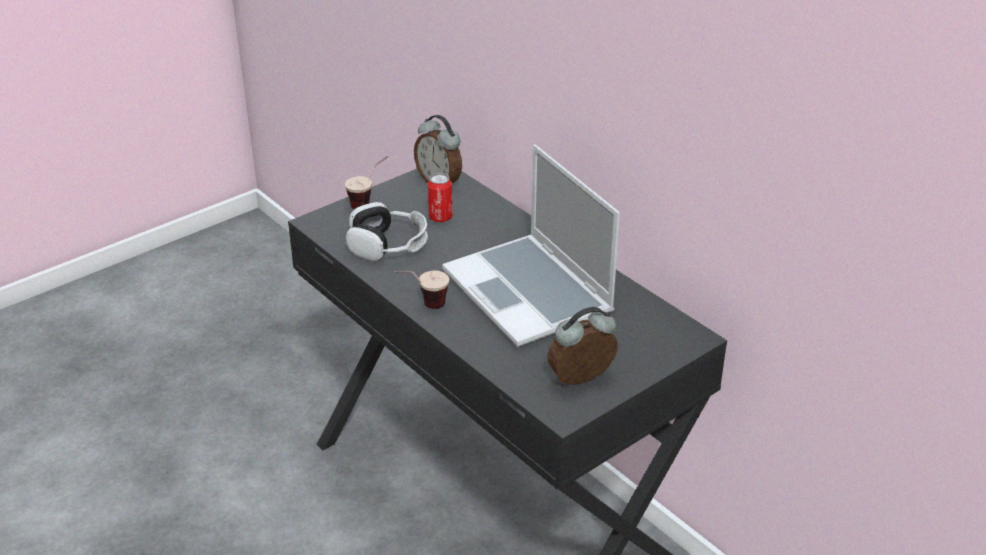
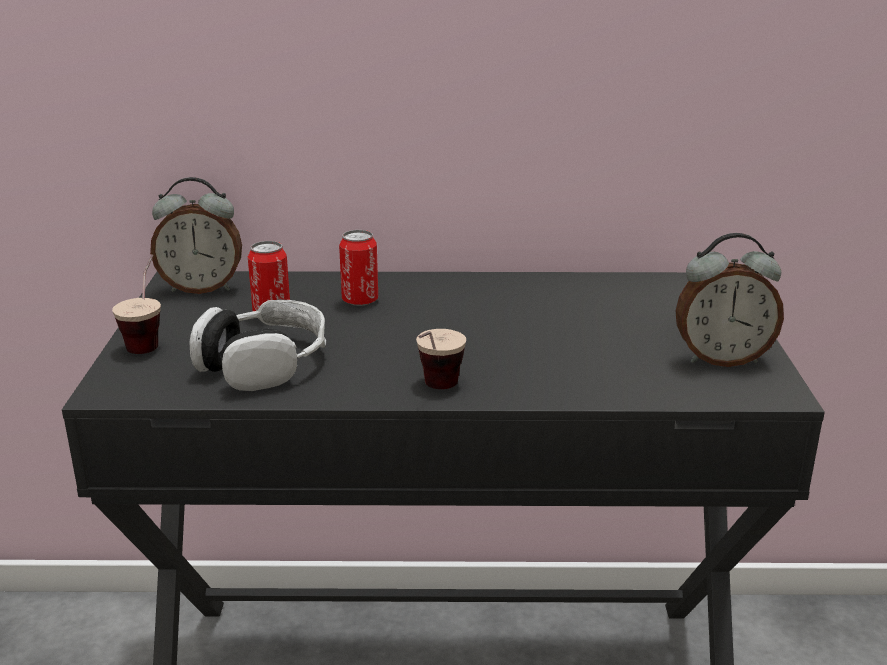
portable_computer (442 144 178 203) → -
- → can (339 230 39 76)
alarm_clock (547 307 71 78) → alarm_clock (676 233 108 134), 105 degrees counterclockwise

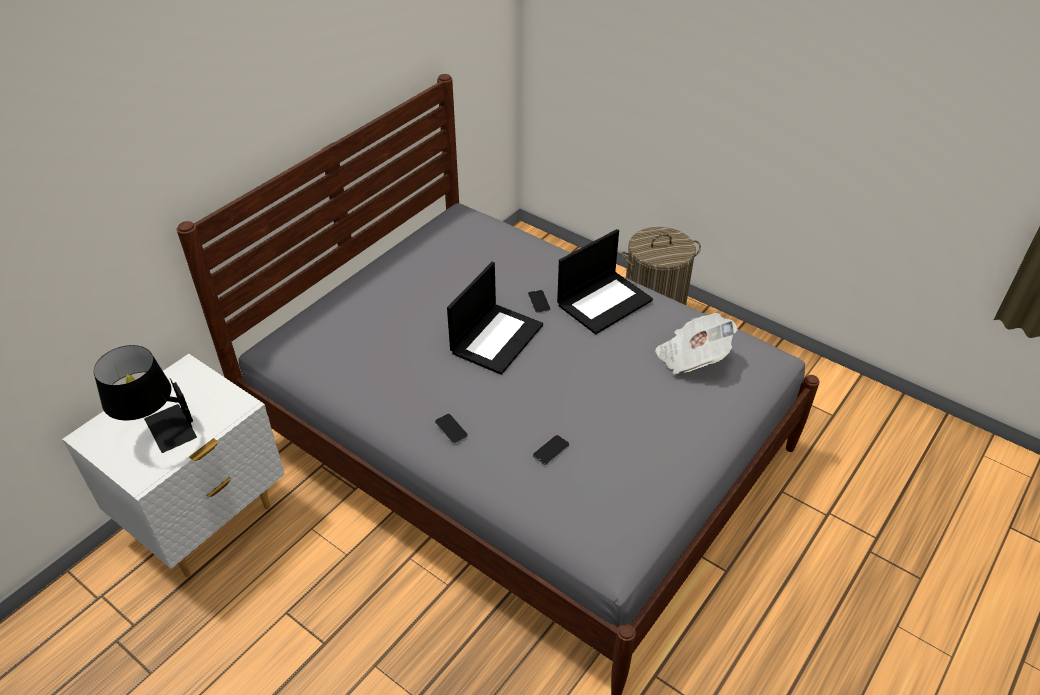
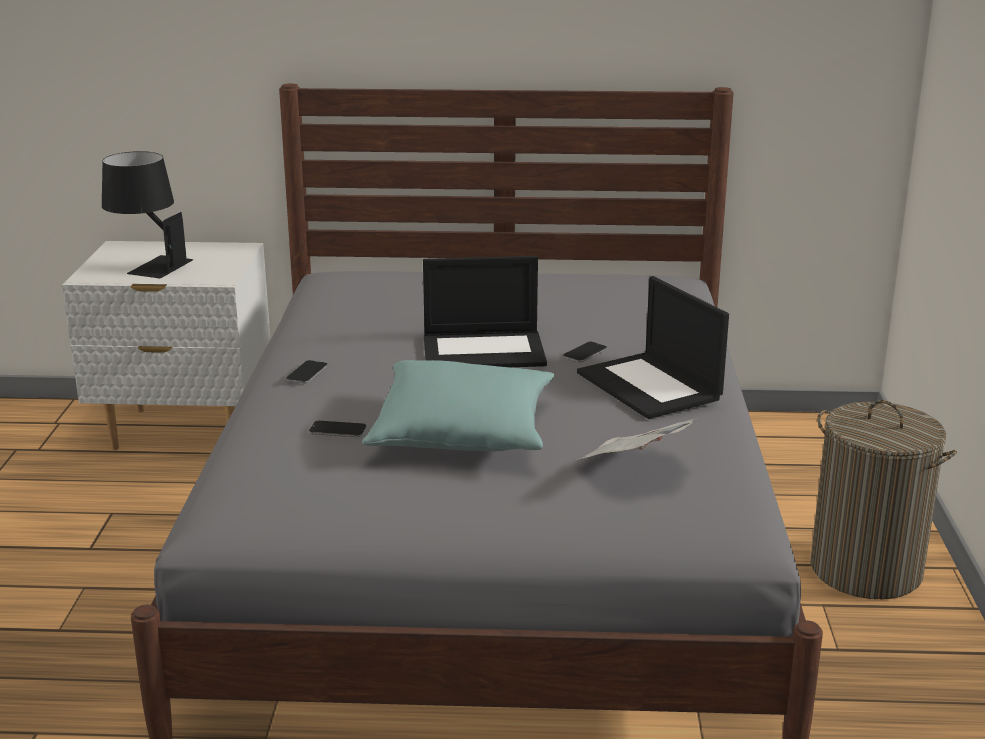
- → turquoise-coloured_cushion (362 360 192 91)
portable_computer (557 229 96 105) → portable_computer (577 276 152 143), 45 degrees clockwise

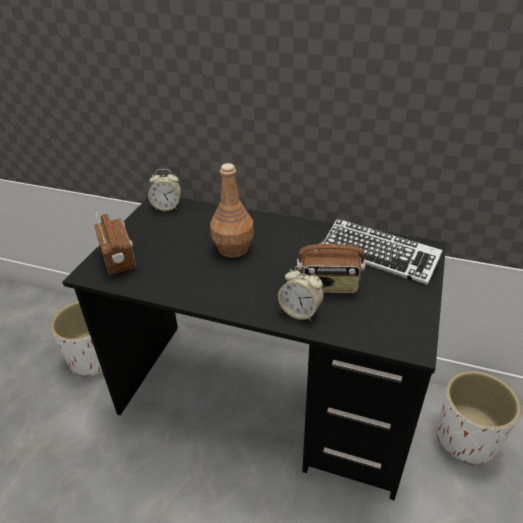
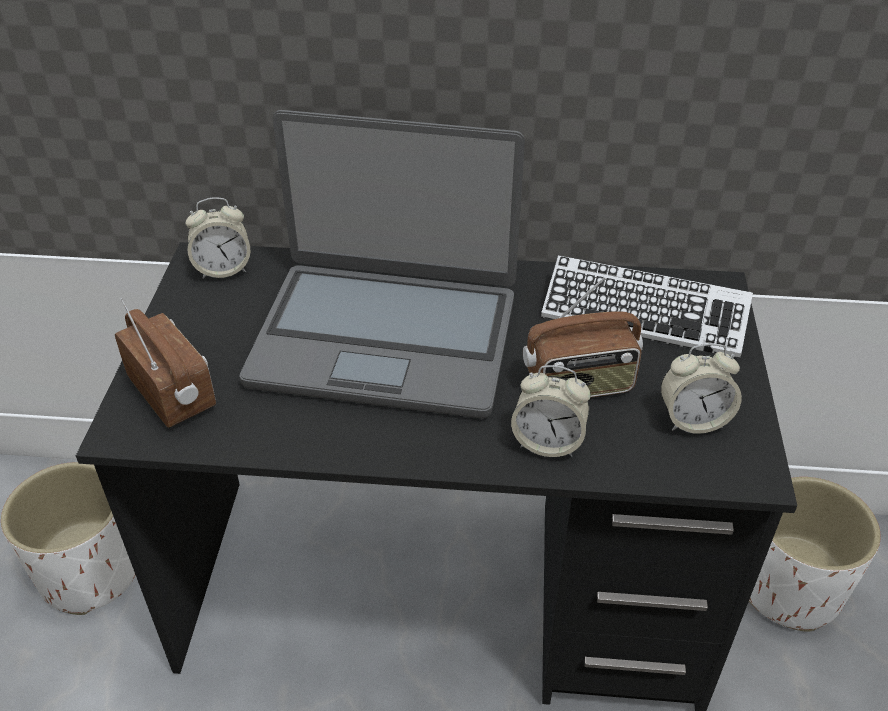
- → alarm_clock (660 343 82 91)
brown_drink_bottle (210 163 44 95) → portable_computer (240 110 285 309)

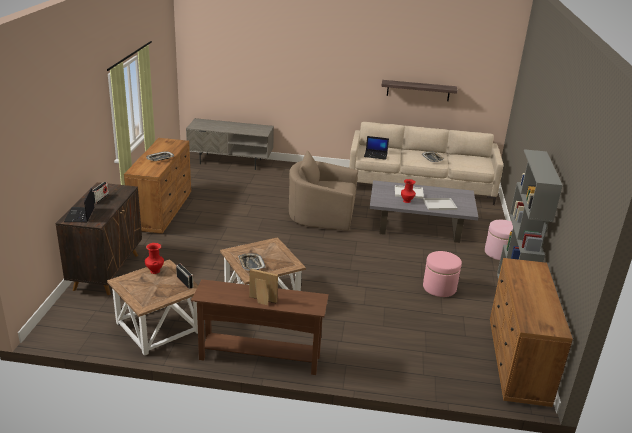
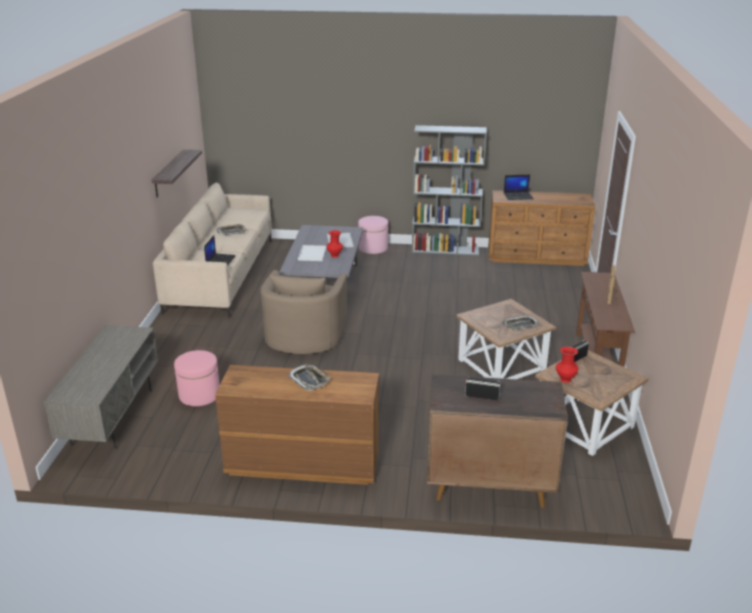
portable_computer (64 188 30 34) → portable_computer (504 175 30 25), moved
pink_pouffe (423 251 39 46) → pink_pouffe (174 350 46 56), moved

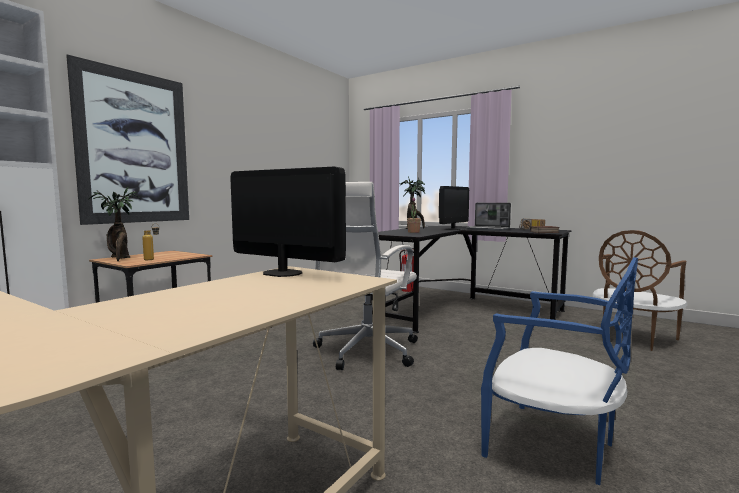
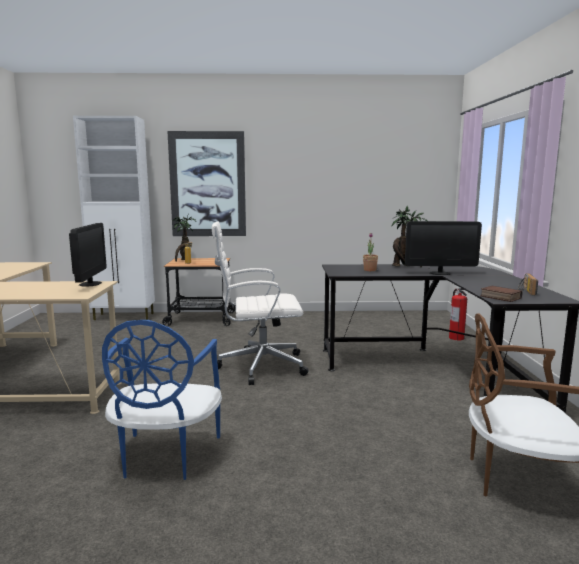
portable_computer (466 203 45 27) → -

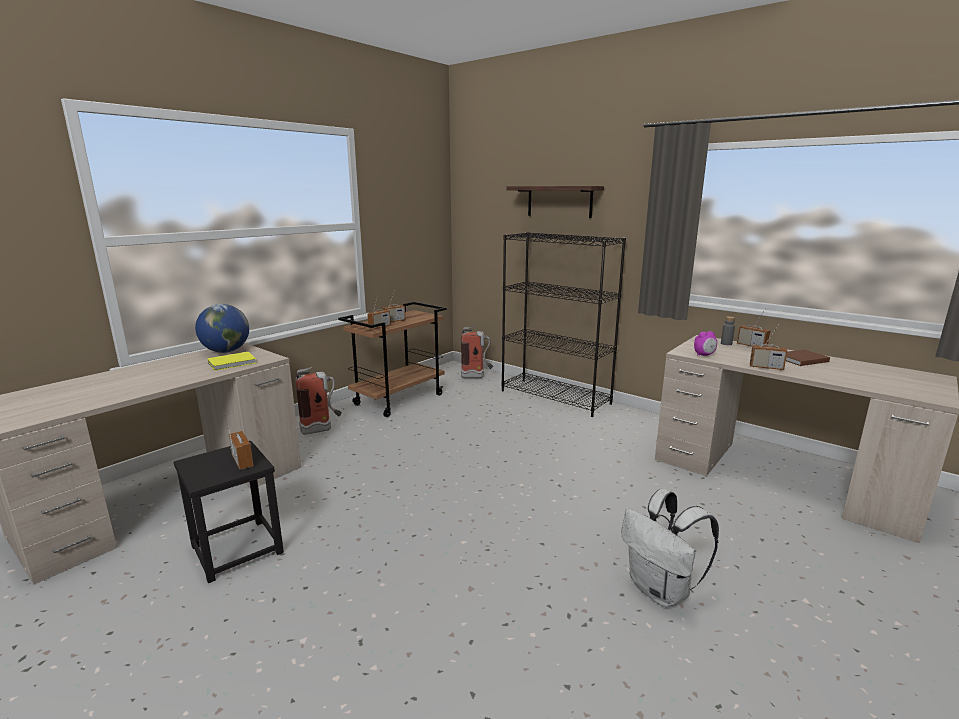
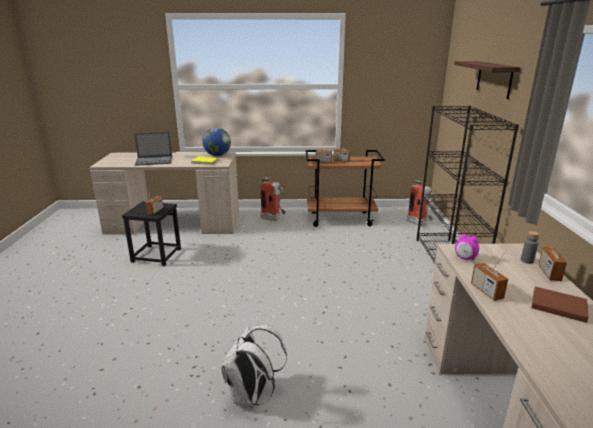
- → portable_computer (134 132 38 34)

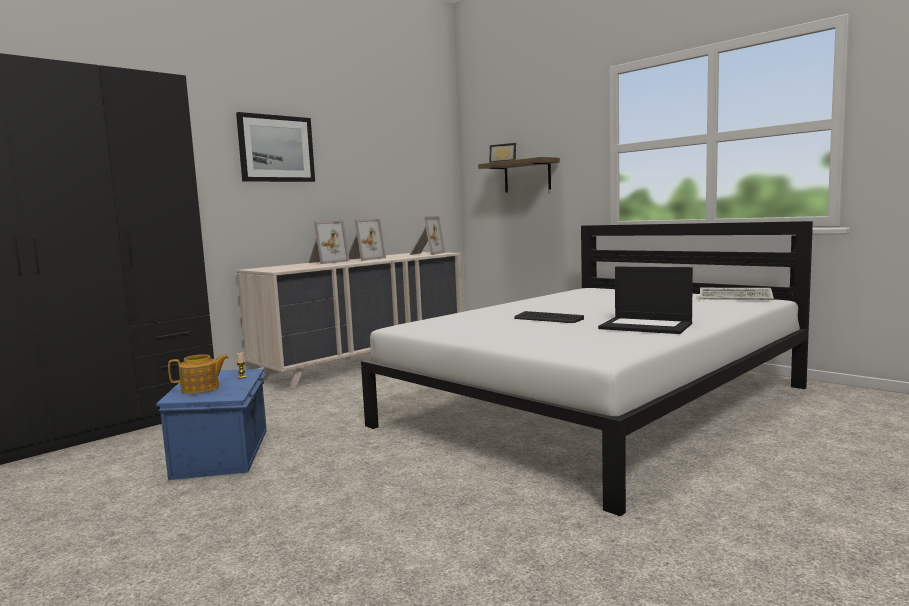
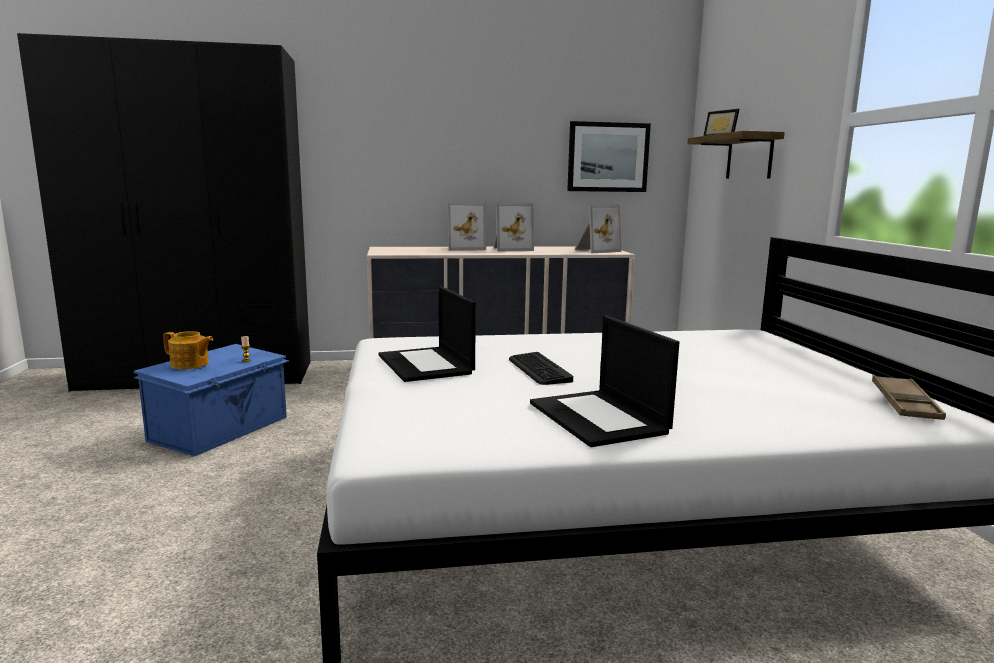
- → portable_computer (378 286 98 96)
wall_art (236 112 79 70) → wall_art (567 121 84 71), moved
computer_keyboard (700 288 74 12) → brown_tray (872 375 74 45)

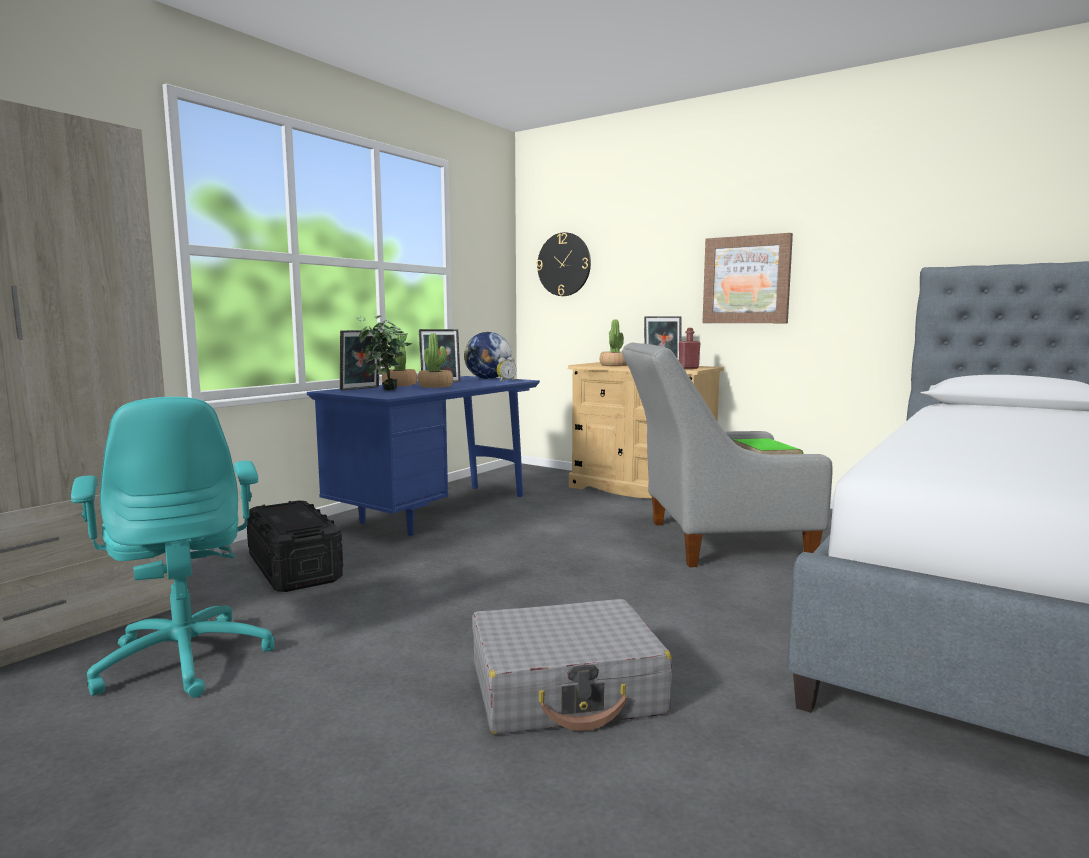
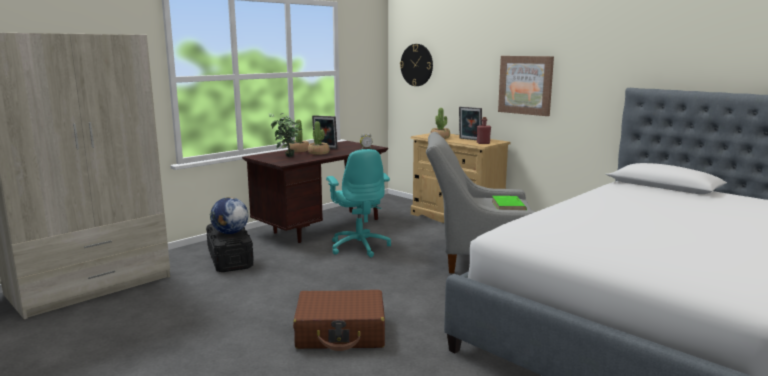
standing_frame (340 330 40 61) → -
turquoise-coloured_computer_chair (71 397 204 301) → turquoise-coloured_computer_chair (326 149 65 108), moved
globe (464 332 48 47) → globe (210 197 38 37), moved
blue-coloured_desk_table (307 376 233 160) → brown_desk_table (242 141 146 102)
grey_piece_of_luggage (472 599 200 135) → brown_piece_of_luggage (293 290 92 61)

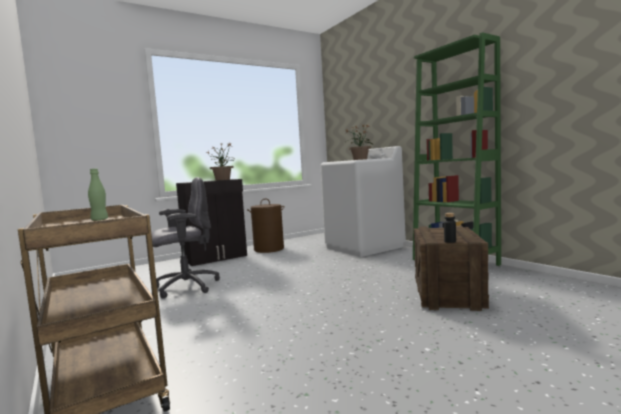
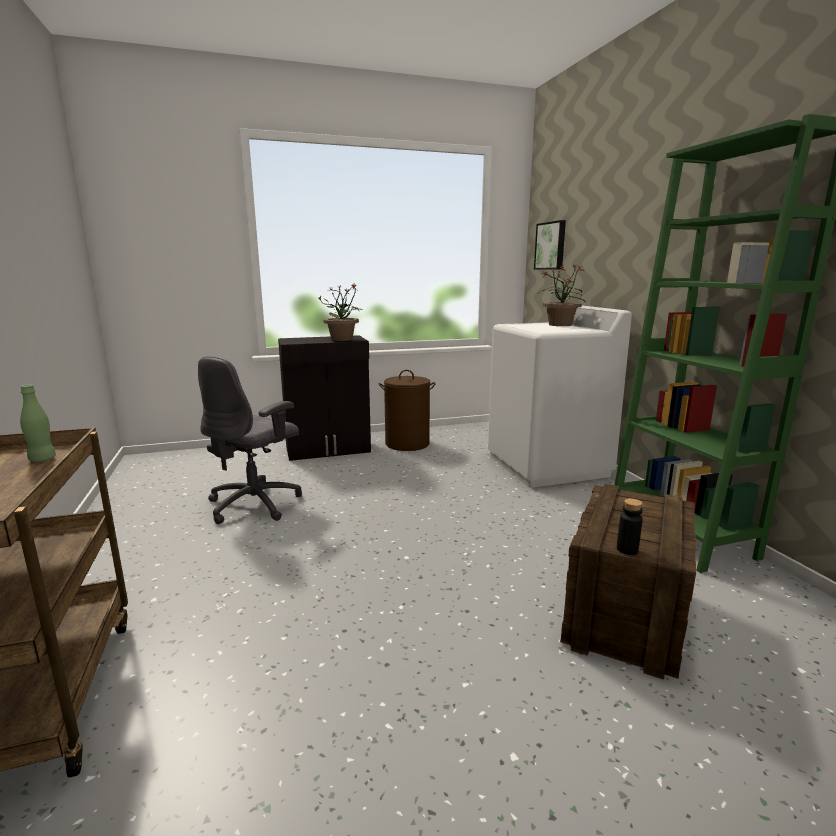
- → wall_art (534 220 32 50)
grey_computer_chair (151 177 69 122) → grey_computer_chair (198 356 104 168), 135 degrees clockwise

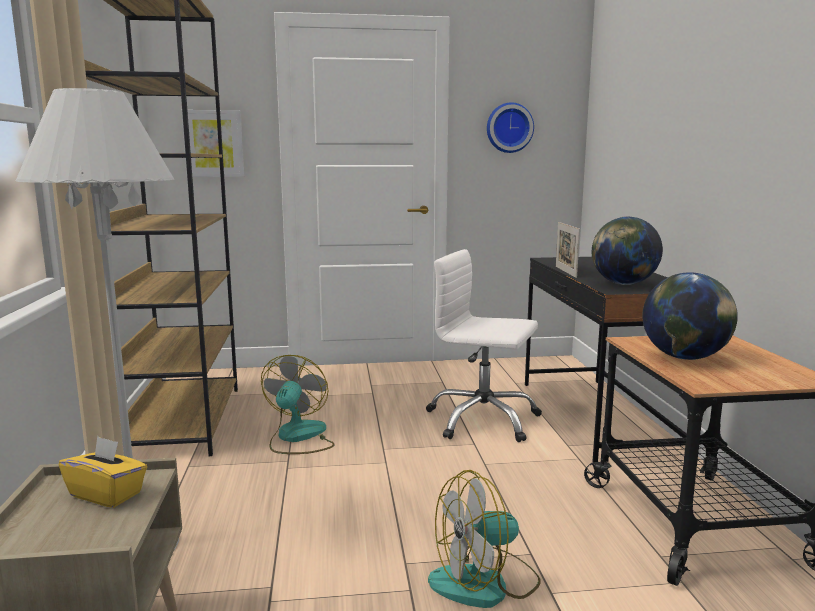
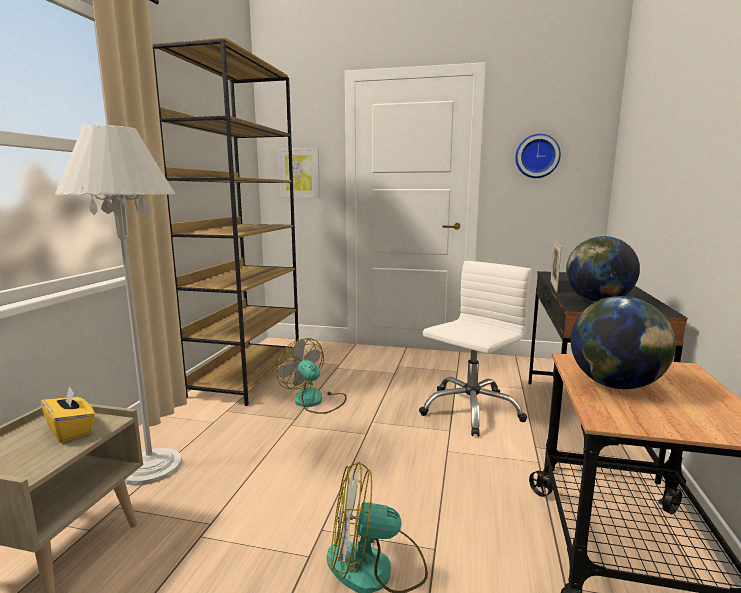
cooling_fan (261 355 73 99) → cooling_fan (276 338 71 76), 75 degrees counterclockwise
white-coloured_computer_chair (426 249 116 193) → white-coloured_computer_chair (419 261 112 176), 90 degrees clockwise

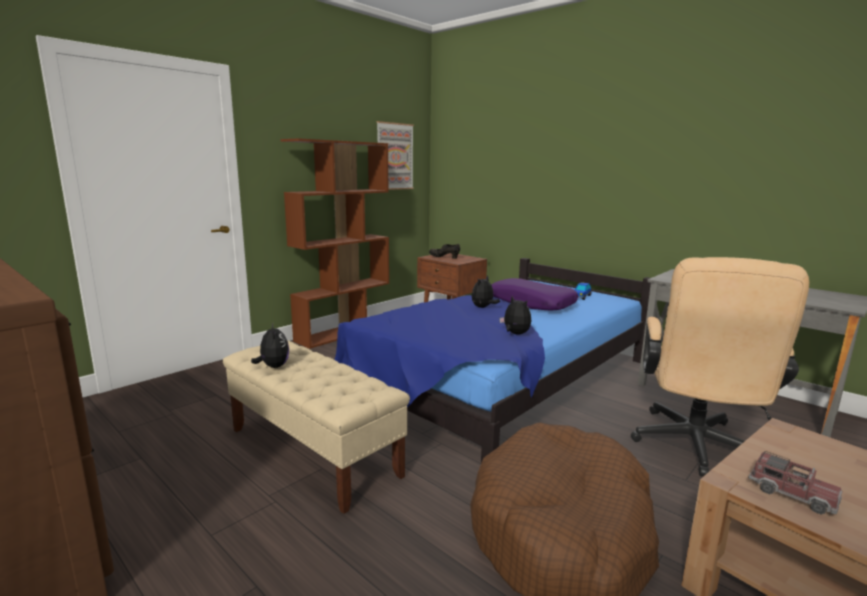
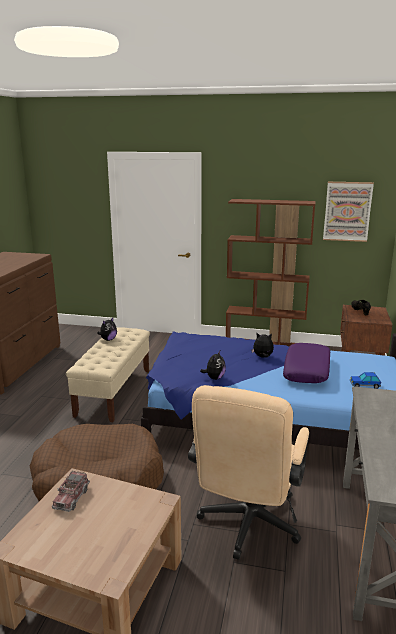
beige_computer_chair (631 257 178 219) → beige_computer_chair (188 385 121 175), 60 degrees counterclockwise

